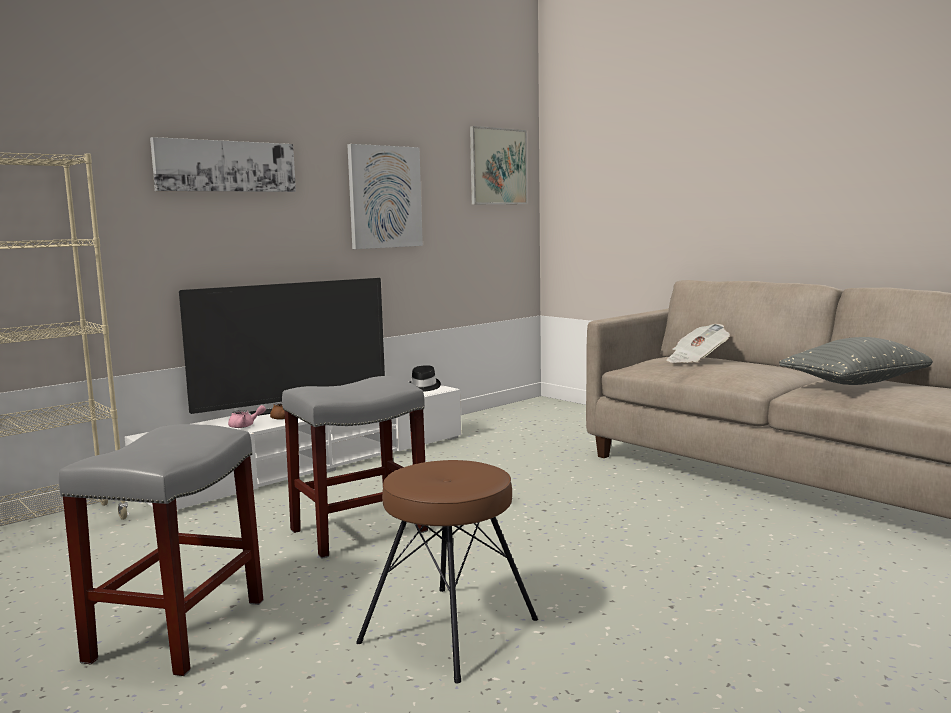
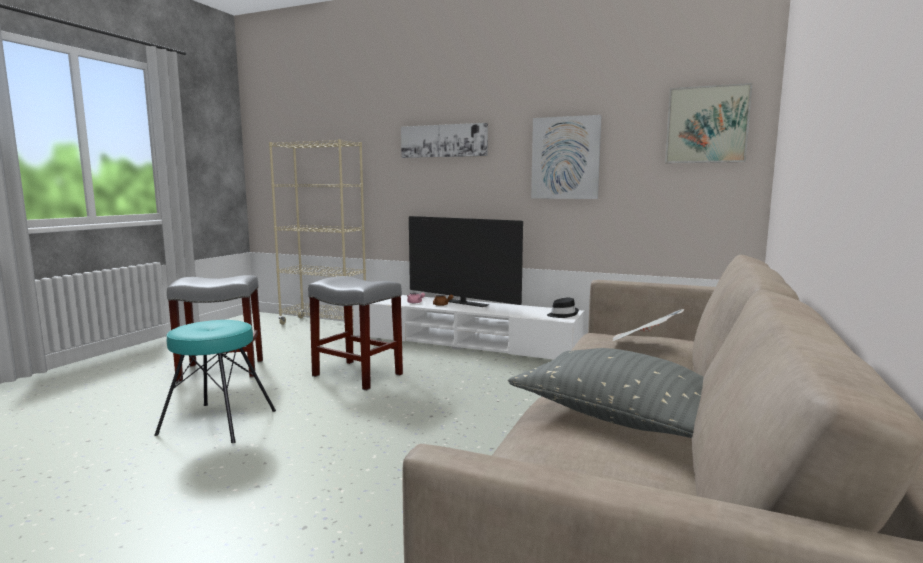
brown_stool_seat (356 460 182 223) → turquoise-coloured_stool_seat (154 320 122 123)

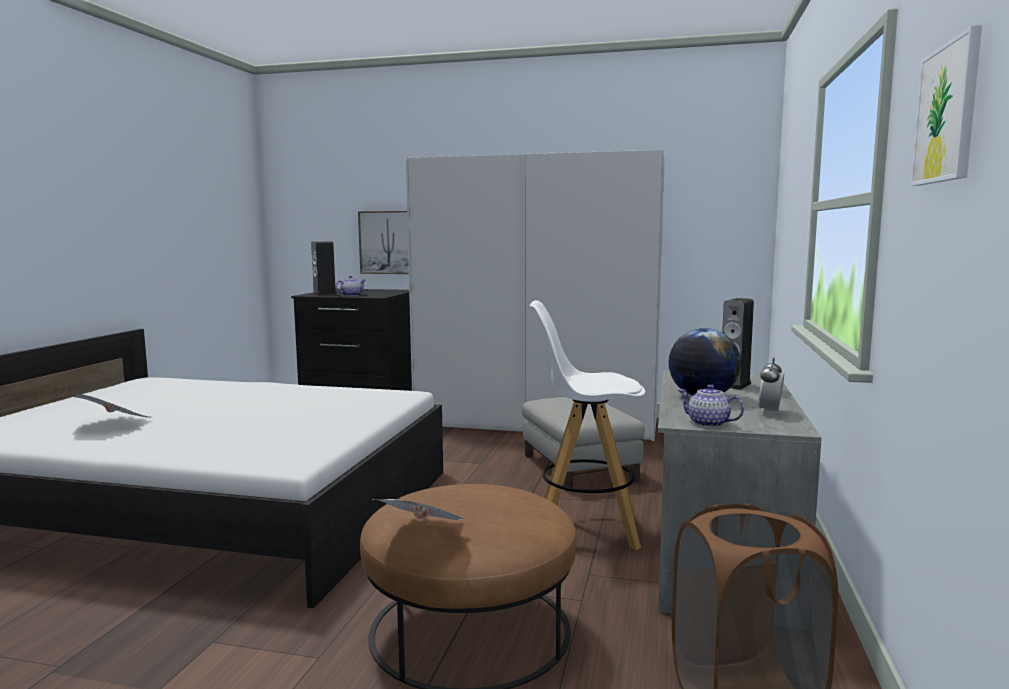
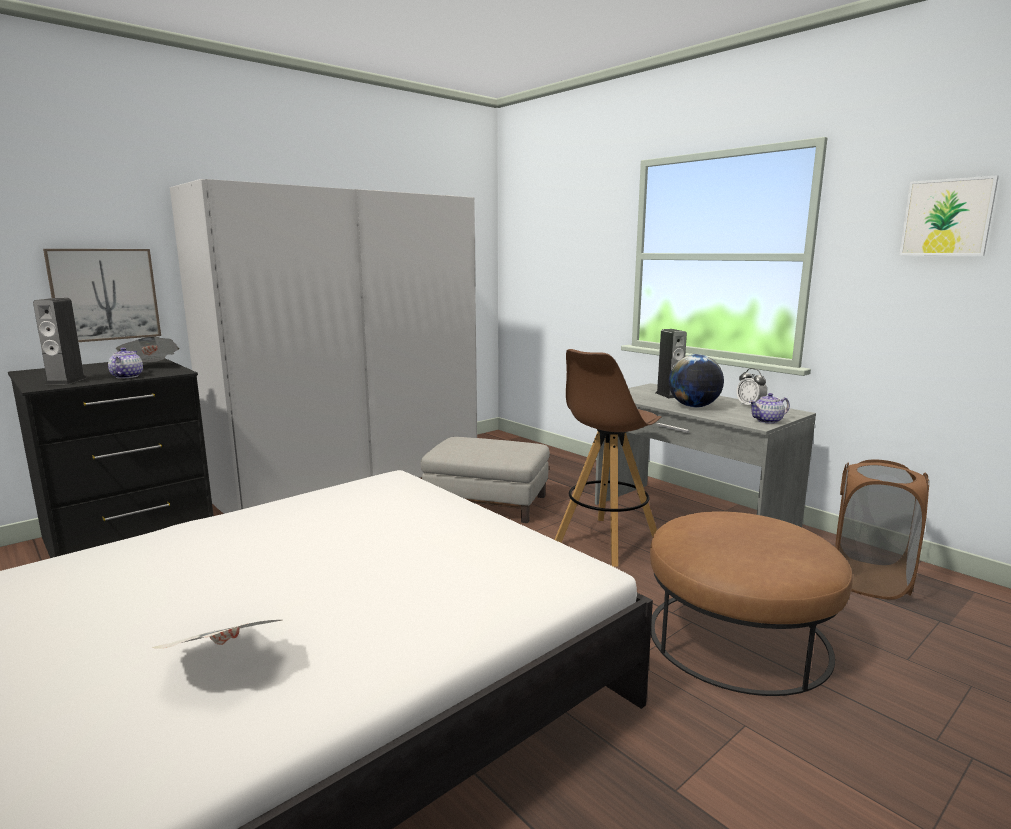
daily_paper (373 499 91 21) → daily_paper (115 336 64 26), moved
white-coloured_stool_seat (529 300 117 250) → brown_stool_seat (555 349 106 218)

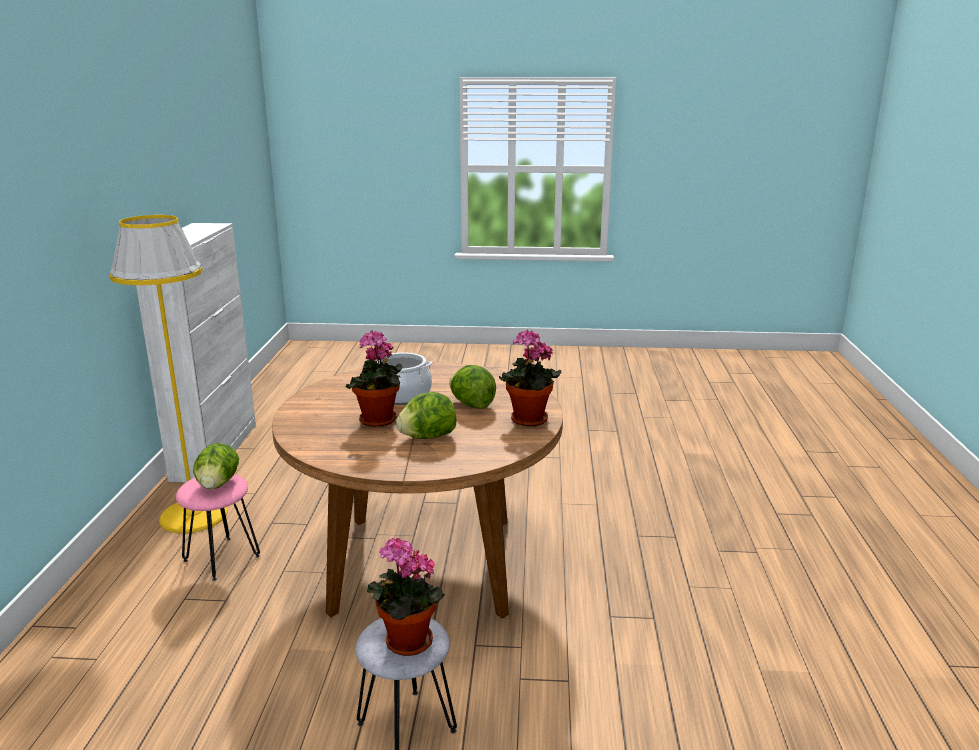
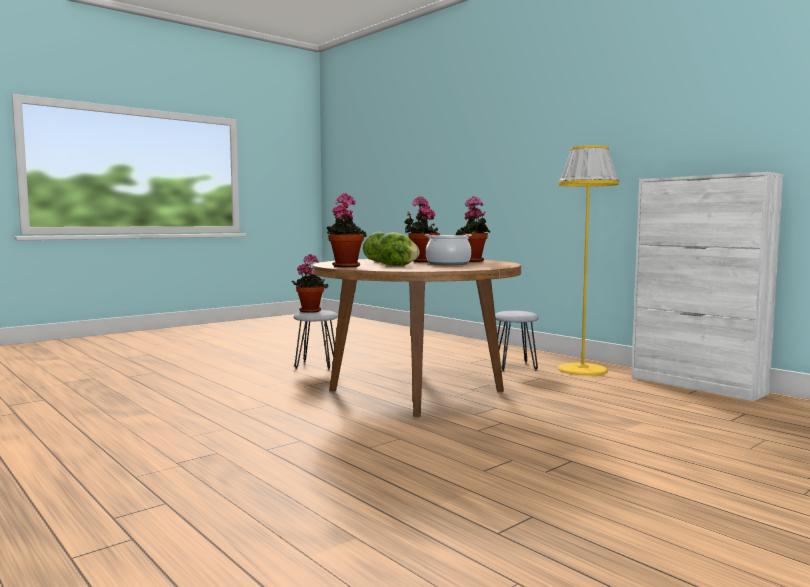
lettuce_head (193 443 46 47) → -
- → potted_plant (455 196 35 66)
pink_stool_seat (176 474 84 107) → grey_stool_seat (495 311 44 61)

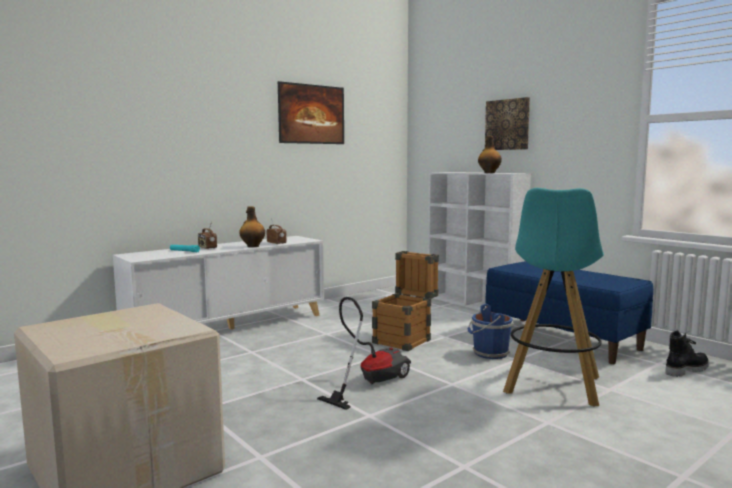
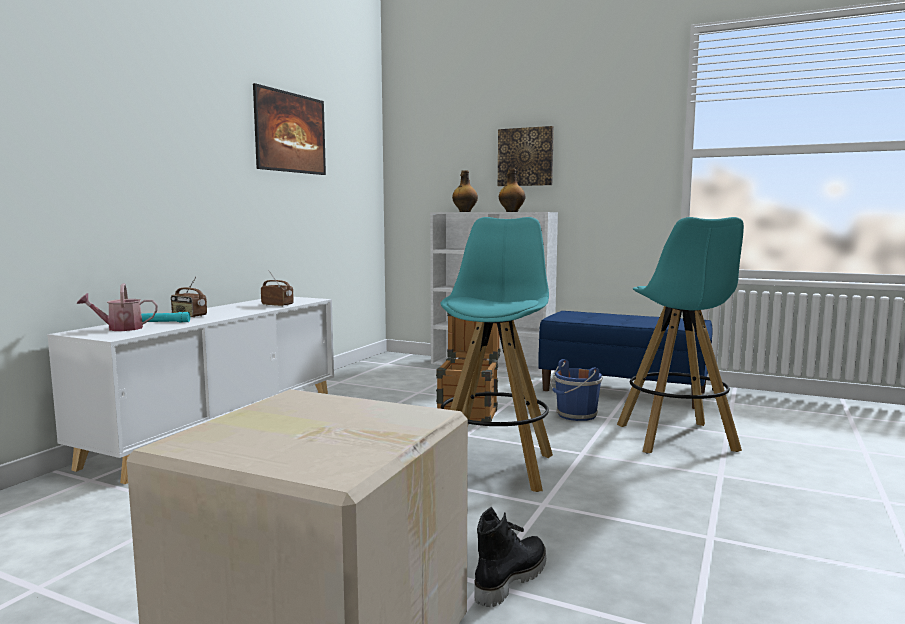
- → watering_pot (77 284 81 47)
drink_bottle (239 206 26 41) → drink_bottle (452 170 26 42), moved
blackish_high-top_boot (665 330 44 47) → blackish_high-top_boot (474 507 72 100), moved
vacuum (317 297 94 113) → turquoise-coloured_stool_seat (440 217 113 275)

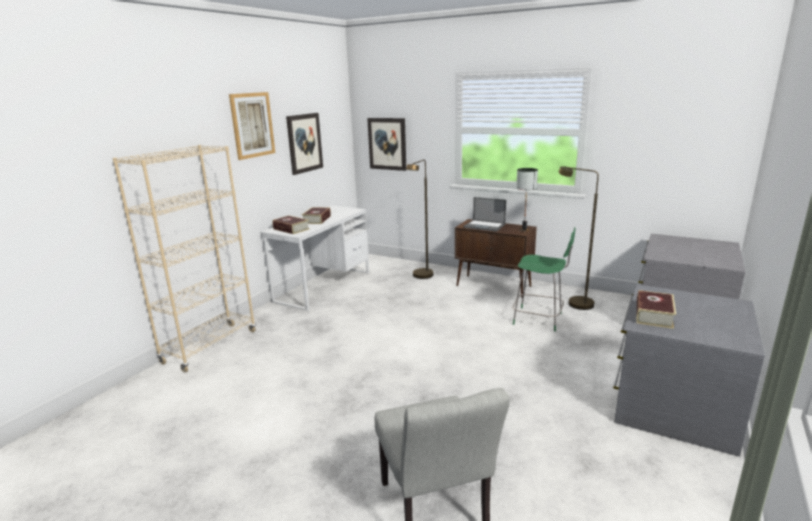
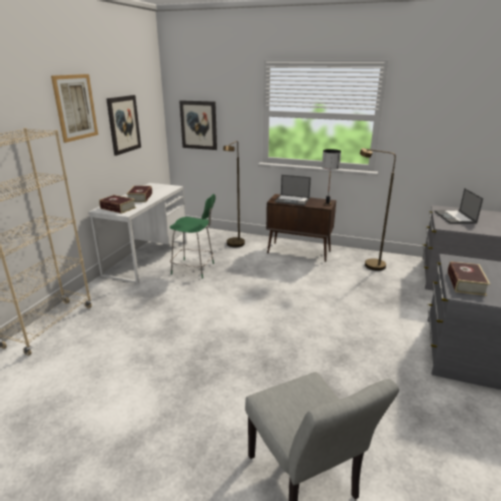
- → portable_computer (434 188 49 36)
green-coloured_stool_seat (512 227 64 104) → green-coloured_stool_seat (170 194 46 85), moved

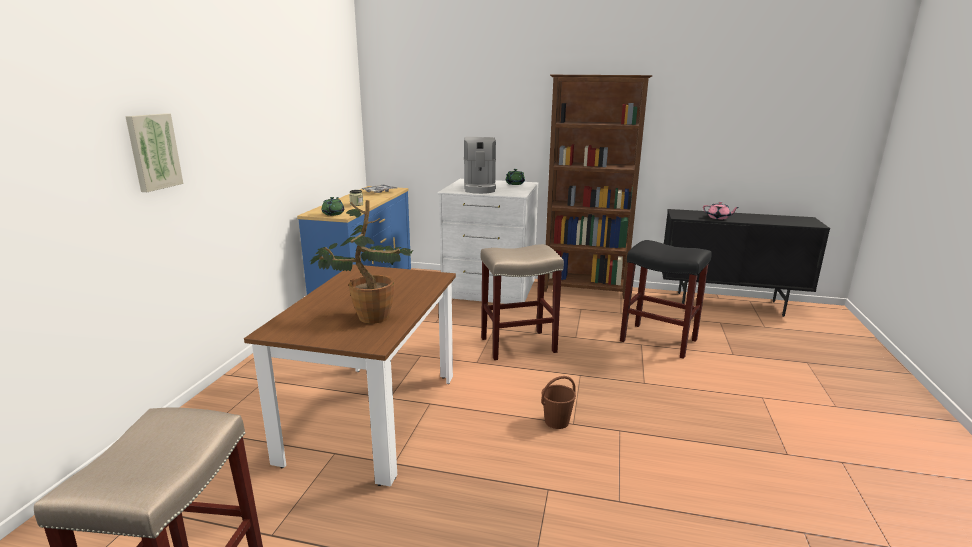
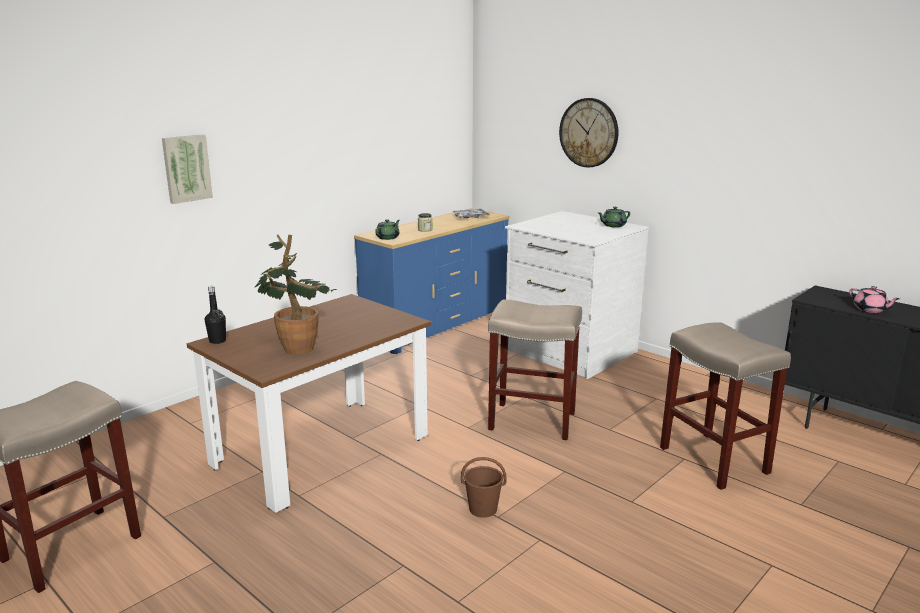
coffee_brewer (464 137 32 57) → -
brown_shelving_unit (544 75 109 224) → -
- → blackish_drink_bottle (205 286 21 58)
- → clock_on_the_wall (559 98 60 70)
blackish_stool_seat (620 240 91 119) → beige_stool_seat (660 322 131 168)

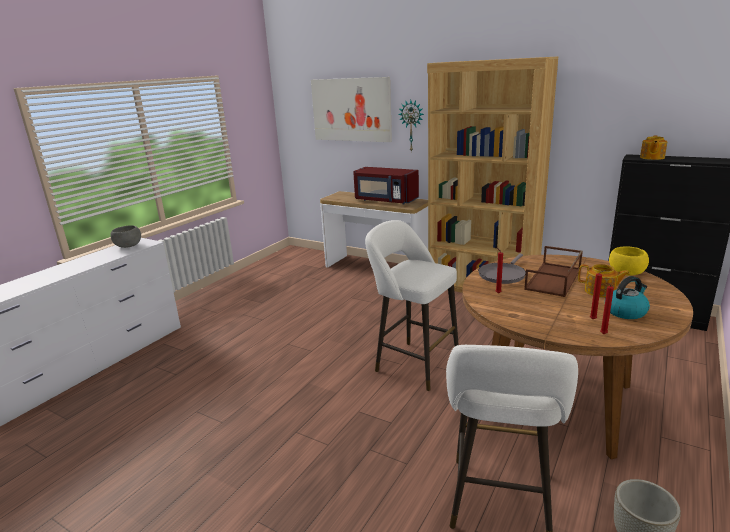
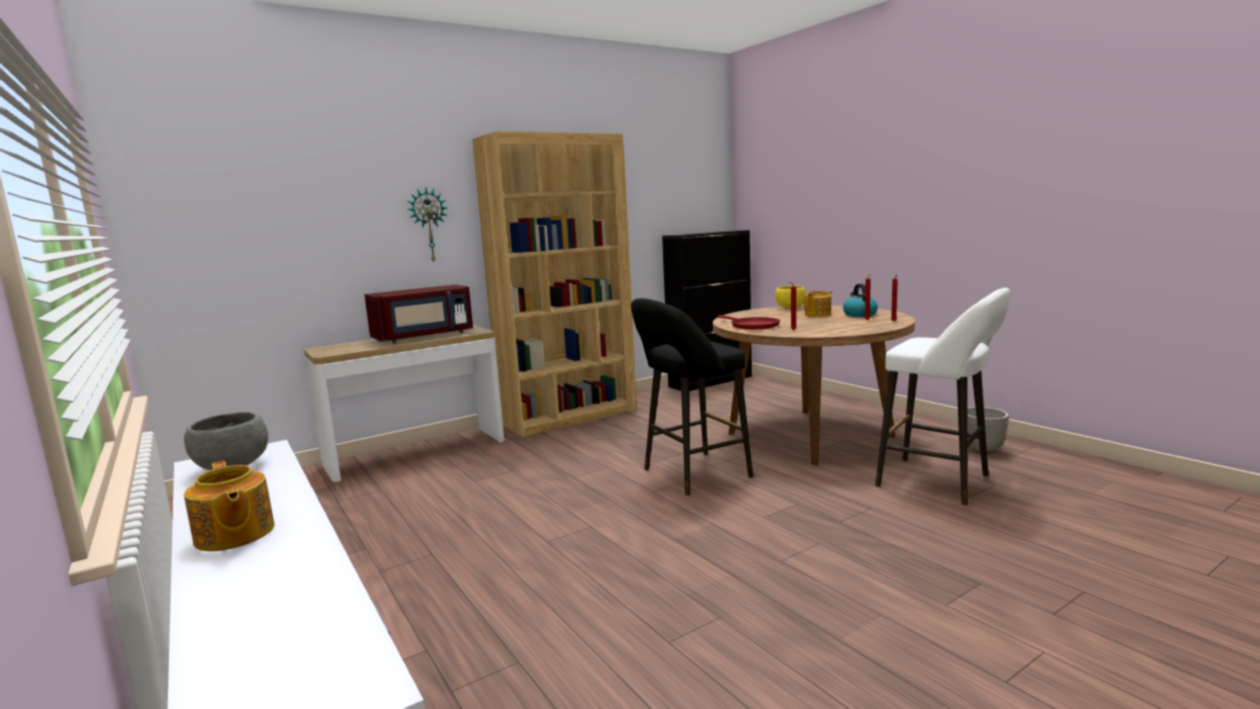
wall_art (311 77 81 65) → -
brown_tray (524 246 59 51) → -
pot_for_tea (640 135 27 25) → pot_for_tea (184 461 90 90), moved
white-coloured_stool_seat (365 220 94 171) → blackish_stool_seat (631 298 122 197)
grey_skillet (478 254 48 30) → reddish_skillet (718 315 62 15)

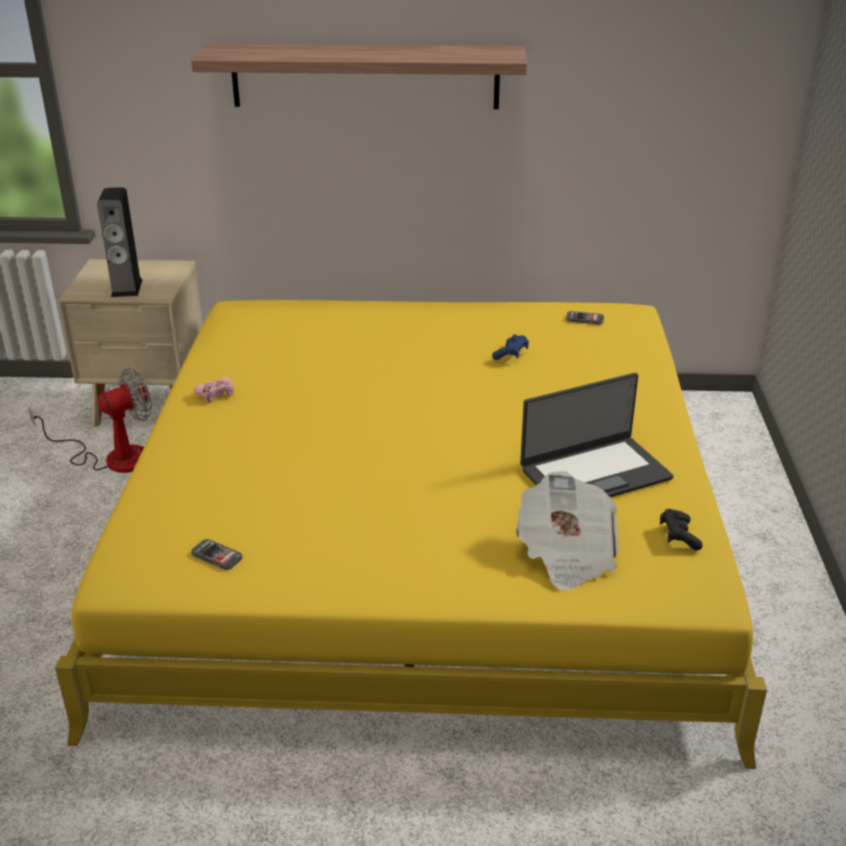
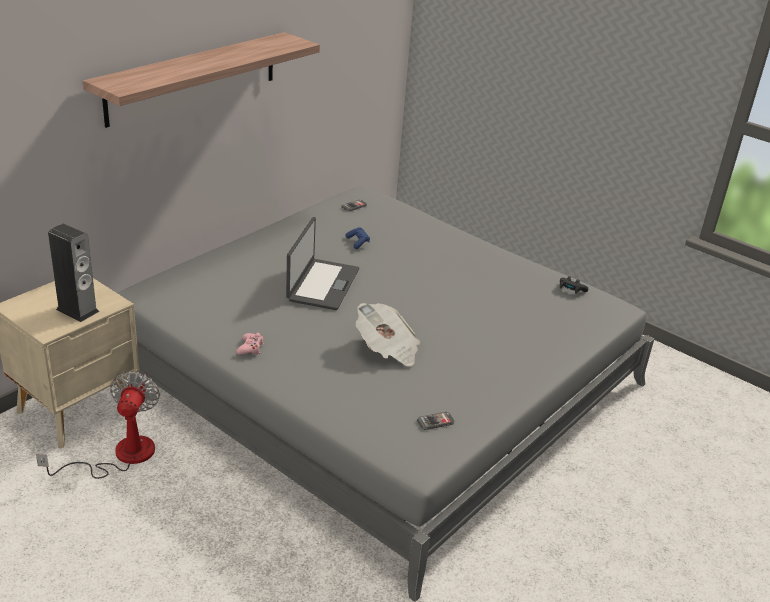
daily_paper (515 471 104 120) → daily_paper (355 303 65 64), moved
portable_computer (520 373 153 124) → portable_computer (286 217 73 93), moved
yellow-coloured_bed (55 300 712 469) → grey_bed (118 186 536 416)

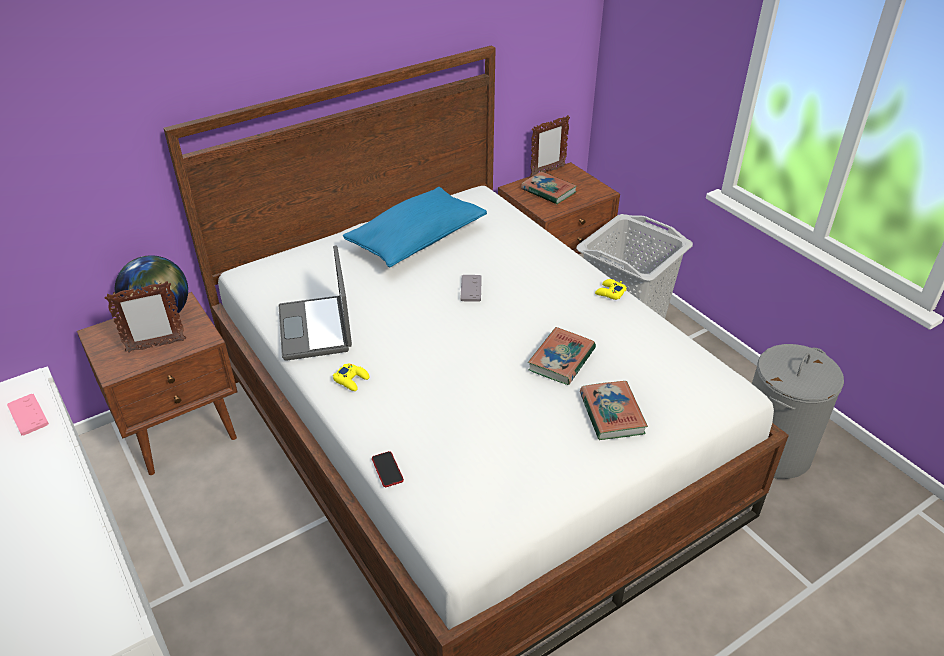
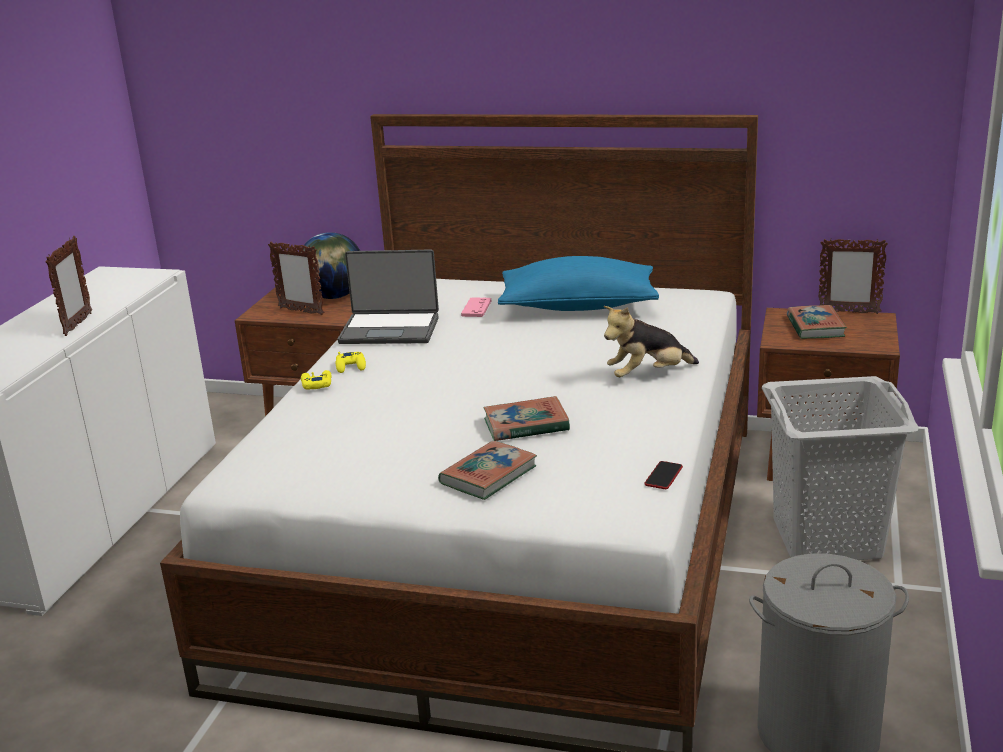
grey_joypad (460 275 22 27) → -
- → standing_frame (46 236 46 100)
- → cuddly_toy (604 306 95 71)
pink_joypad (7 394 42 42) → pink_joypad (461 297 30 20), moved
telephone (372 451 32 36) → telephone (644 461 39 28), moved
yellow-coloured_joypad (595 279 32 21) → yellow-coloured_joypad (301 370 31 20), moved
portable_computer (278 246 74 115) → portable_computer (338 249 101 95), 120 degrees counterclockwise

